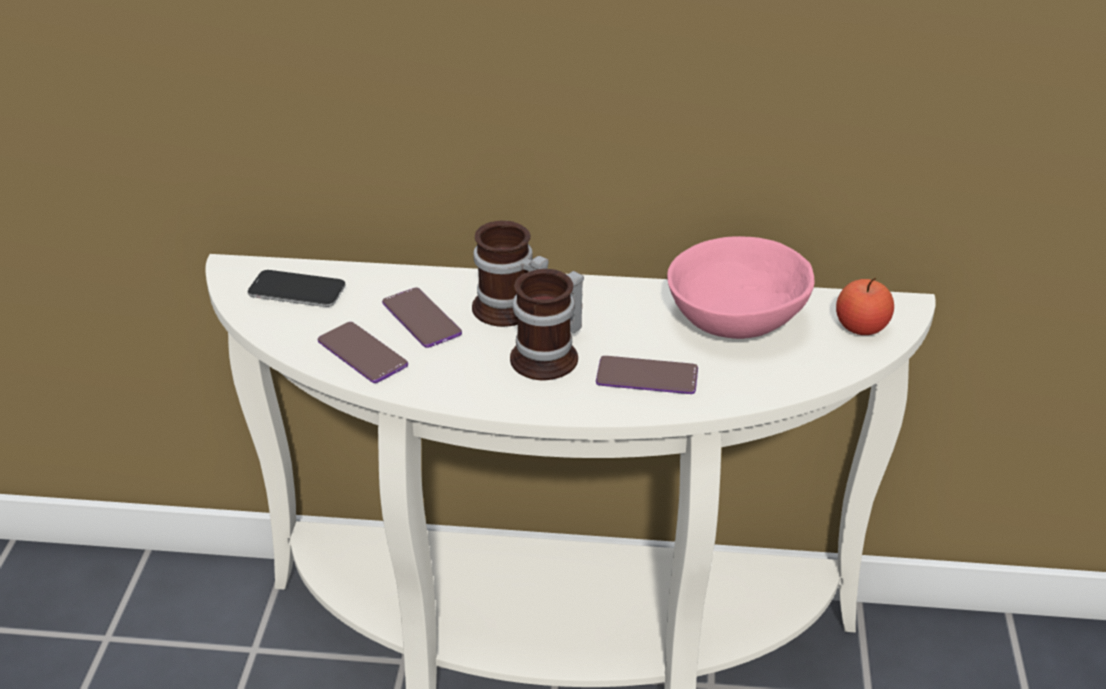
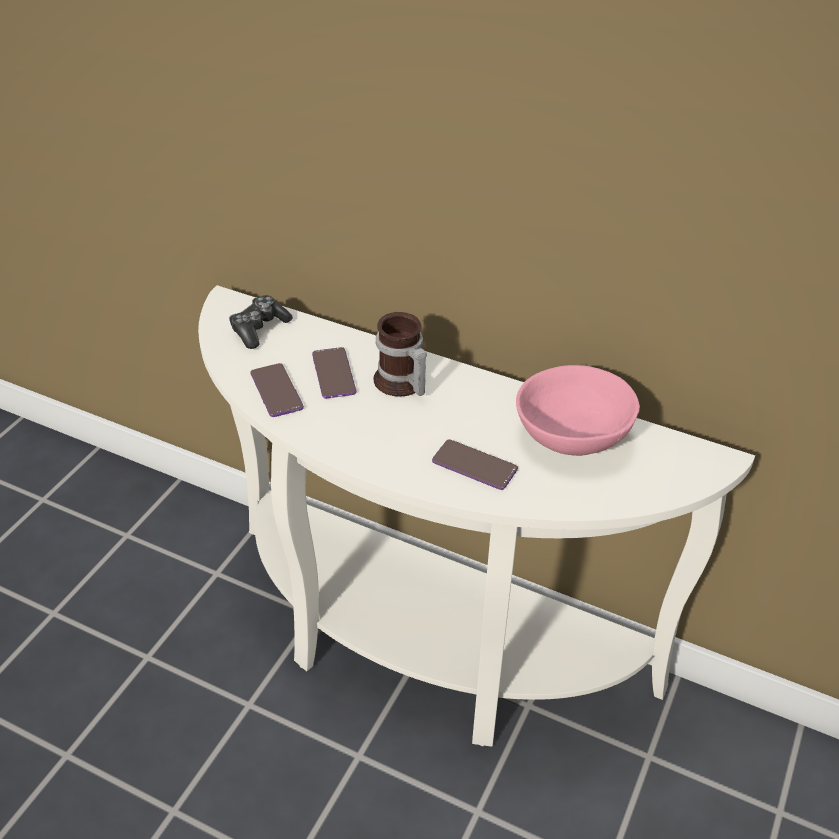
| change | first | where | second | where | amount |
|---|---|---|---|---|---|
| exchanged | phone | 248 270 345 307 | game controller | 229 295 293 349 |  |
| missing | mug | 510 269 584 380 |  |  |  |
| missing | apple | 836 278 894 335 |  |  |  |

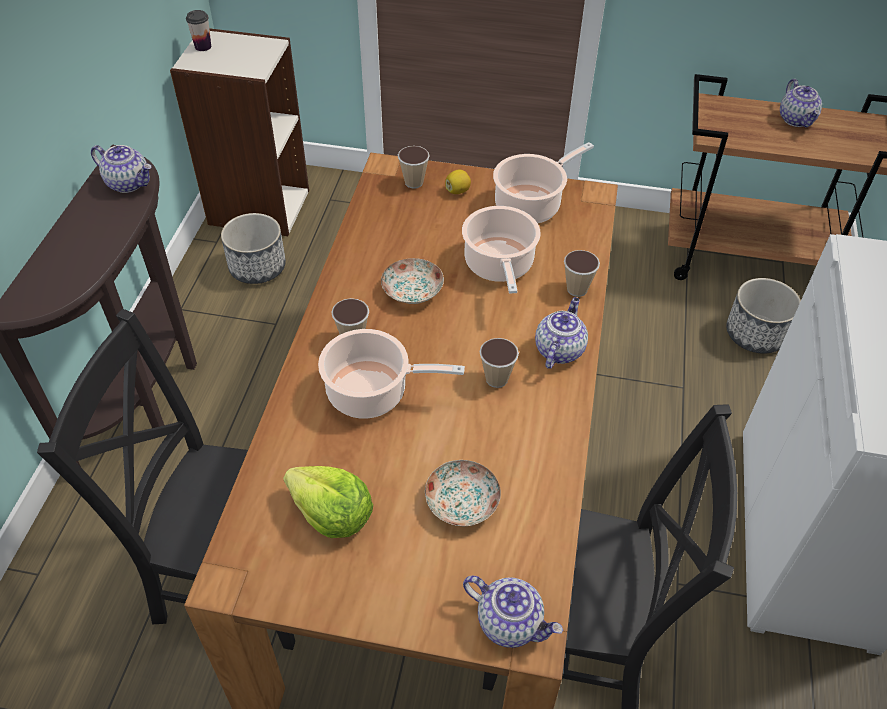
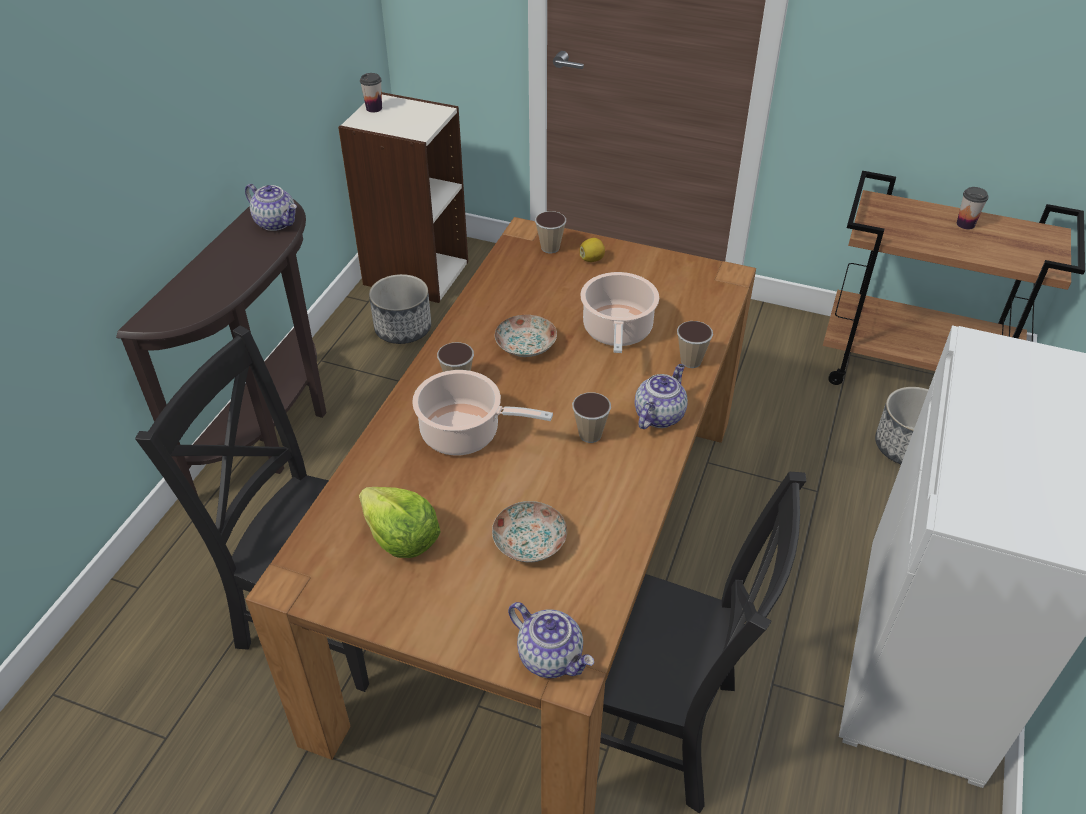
| change | first | where | second | where | amount |
|---|---|---|---|---|---|
| missing | cooking pot | 493 142 594 223 |  |  |  |
| exchanged | teapot | 780 79 822 128 | cup | 957 187 989 230 |  |

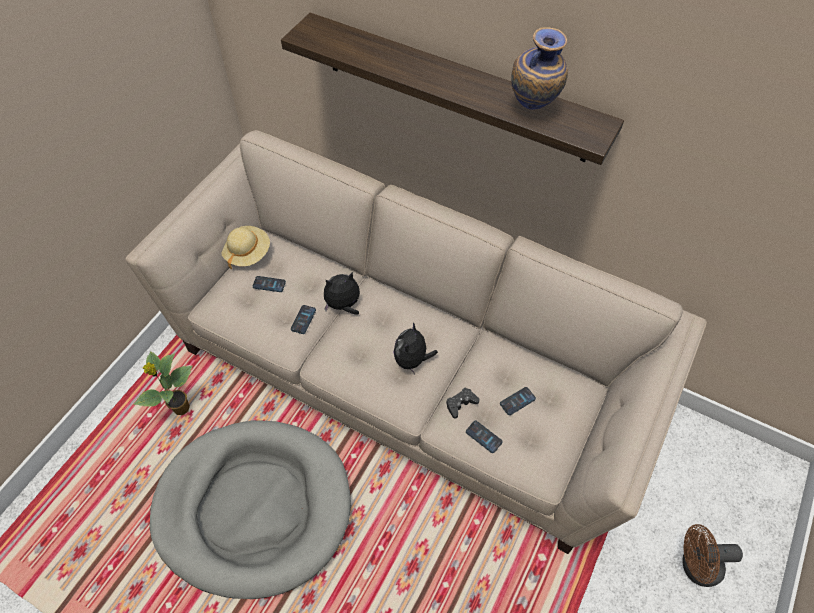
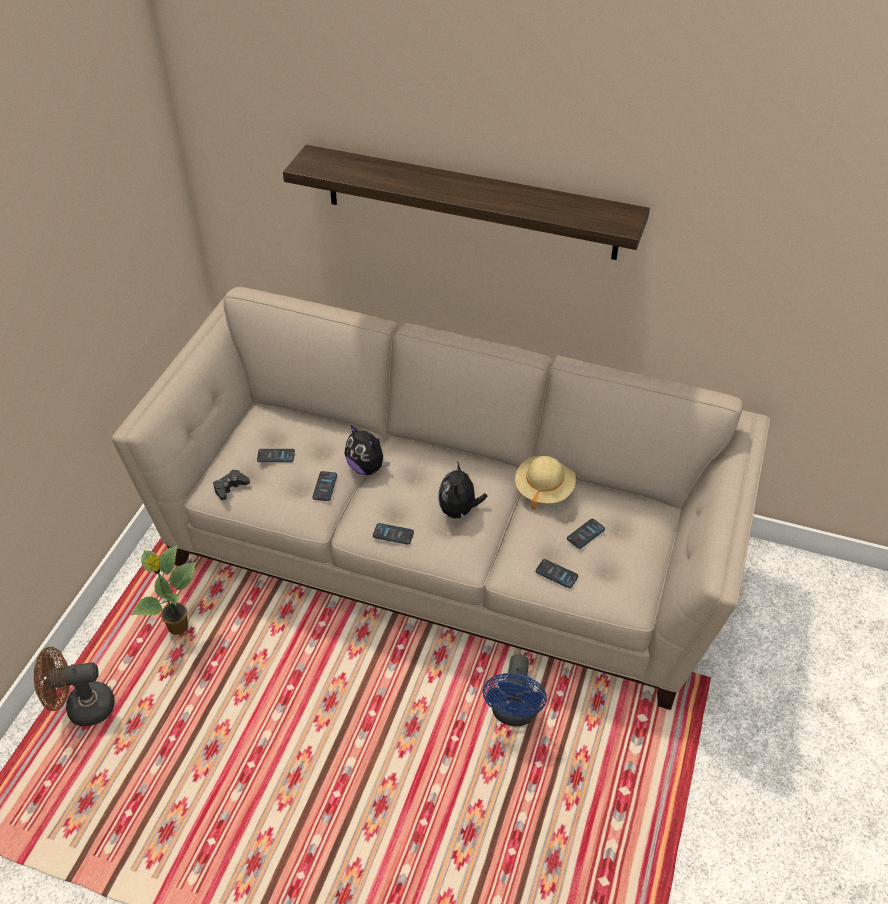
| change | first | where | second | where | amount |
|---|---|---|---|---|---|
| missing | dog bed/grey | 150 420 351 599 |  |  |  |
| relocated | hat/beige | 221 226 270 270 |  | 515 456 576 510 |  |
| spun | plush toy | 324 272 360 315 |  | 344 424 390 475 | 105 degrees counterclockwise |
| relocated | game controller/black | 446 388 480 419 |  | 213 470 250 500 |  |
| missing | vase | 511 27 568 110 |  |  |  |
| relocated | fan/brown | 682 524 743 587 |  | 34 647 115 726 |  |
| appeared |  |  | phone | 373 523 414 545 |  |
| appeared |  |  | fan/blue | 483 654 547 726 |  |

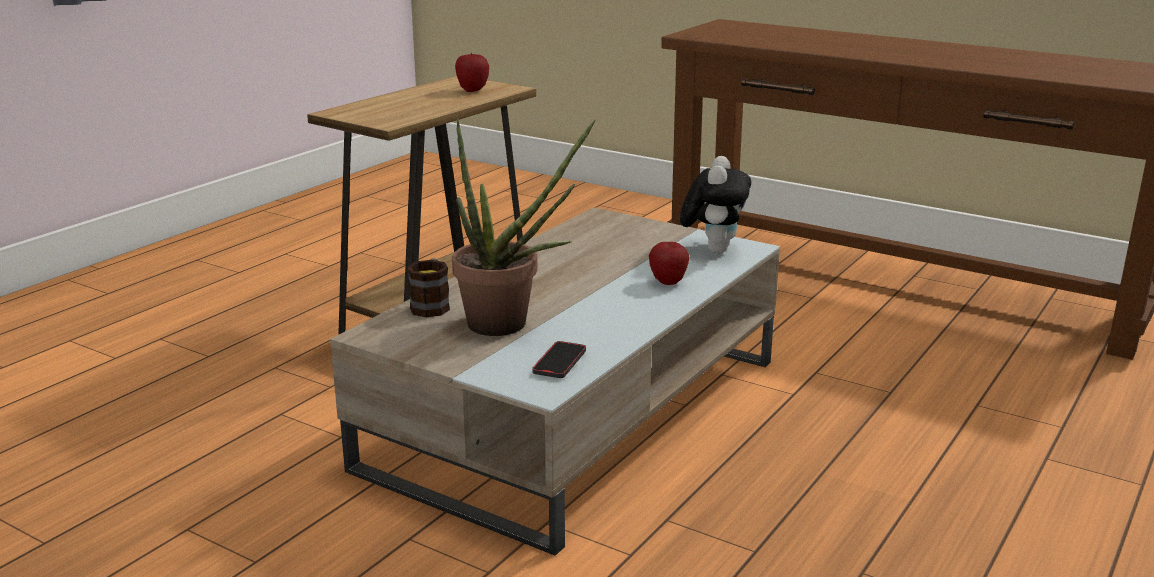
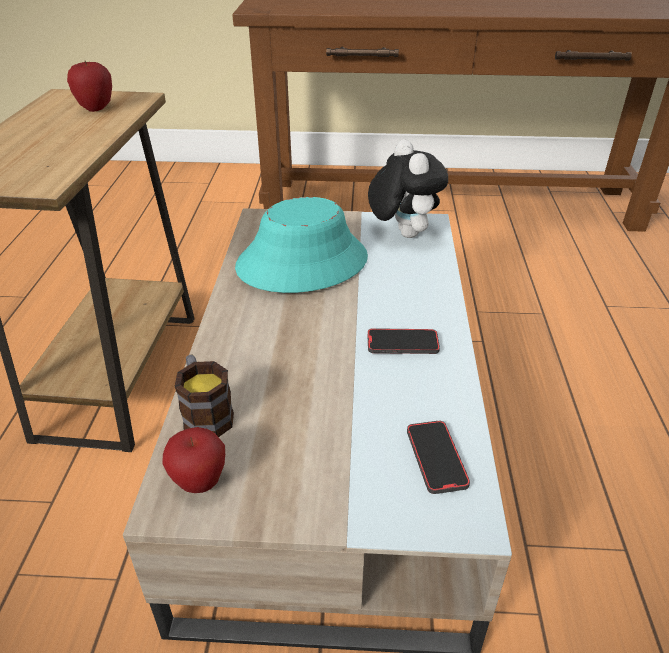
| change | first | where | second | where | amount |
|---|---|---|---|---|---|
| missing | potted plant | 452 116 595 336 |  |  |  |
| relocated | apple | 649 242 690 285 |  | 162 427 225 493 |  |
| appeared |  |  | hat/turquoise | 235 197 368 293 |  |
| appeared |  |  | phone | 368 328 440 354 |  |

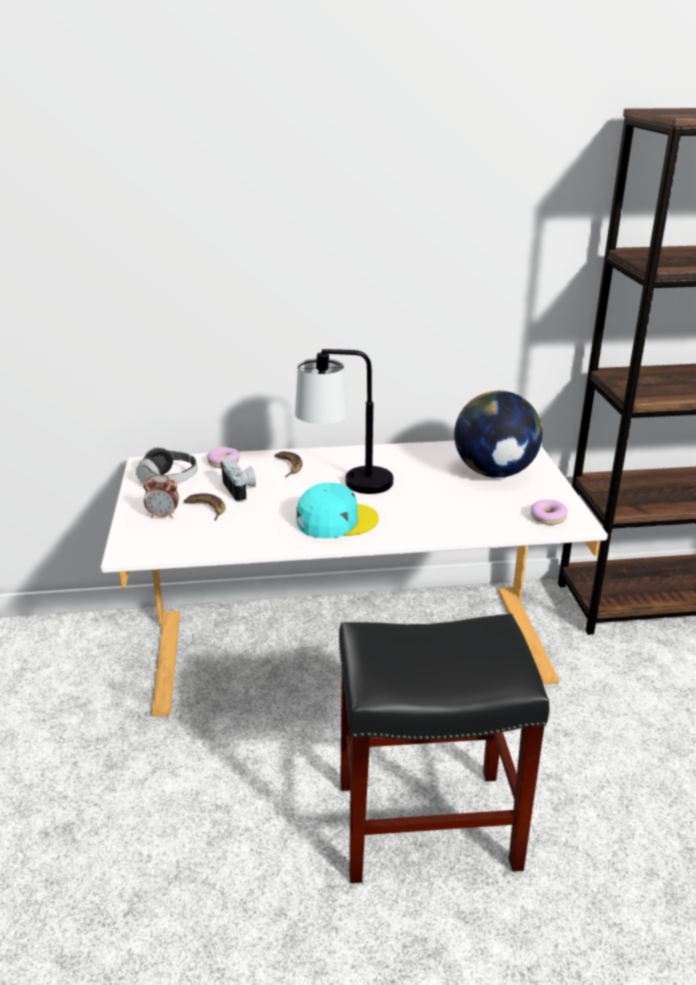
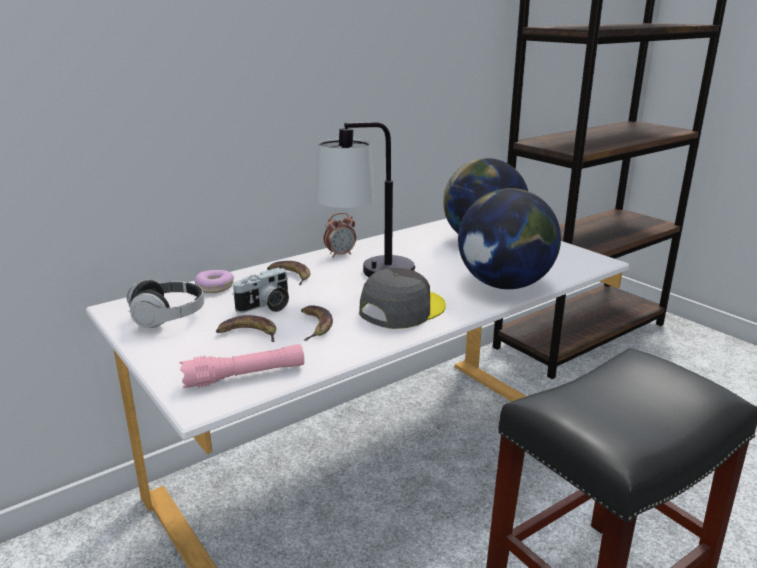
| change | first | where | second | where | amount |
|---|---|---|---|---|---|
| relocated | alarm clock | 143 475 179 518 |  | 324 213 356 258 |  |
| spun | photo camera | 221 458 256 502 |  | 232 267 289 313 | 105 degrees clockwise |
| colour | cap/turquoise | 296 483 379 538 | cap/grey | 359 268 446 329 |  |
| missing | donut | 531 500 568 525 |  |  |  |
| appeared |  |  | flashlight/pink | 179 344 304 388 |  |
| appeared |  |  | banana | 301 305 333 341 |  |
| appeared |  |  | globe | 458 188 561 289 |  |

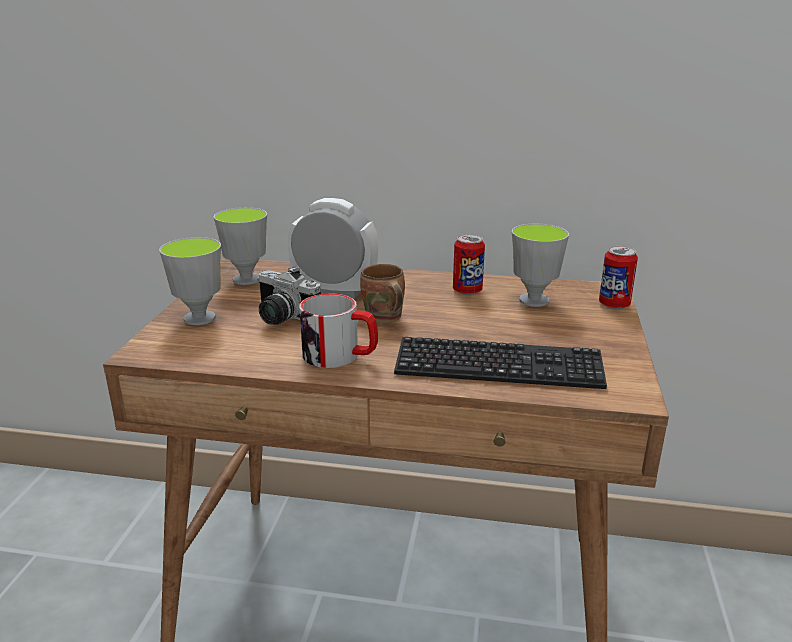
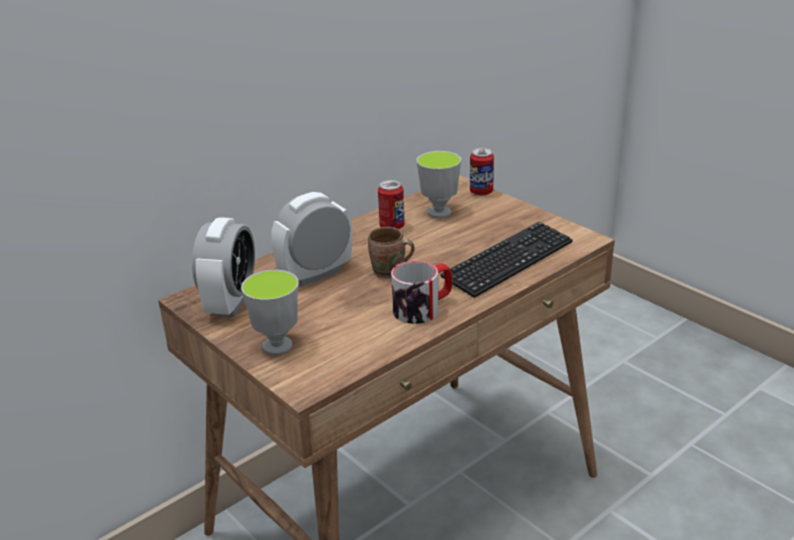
| change | first | where | second | where | amount |
|---|---|---|---|---|---|
| exchanged | cup | 214 207 267 285 | alarm clock | 192 217 255 317 |  |
| missing | photo camera | 257 266 321 325 |  |  |  |

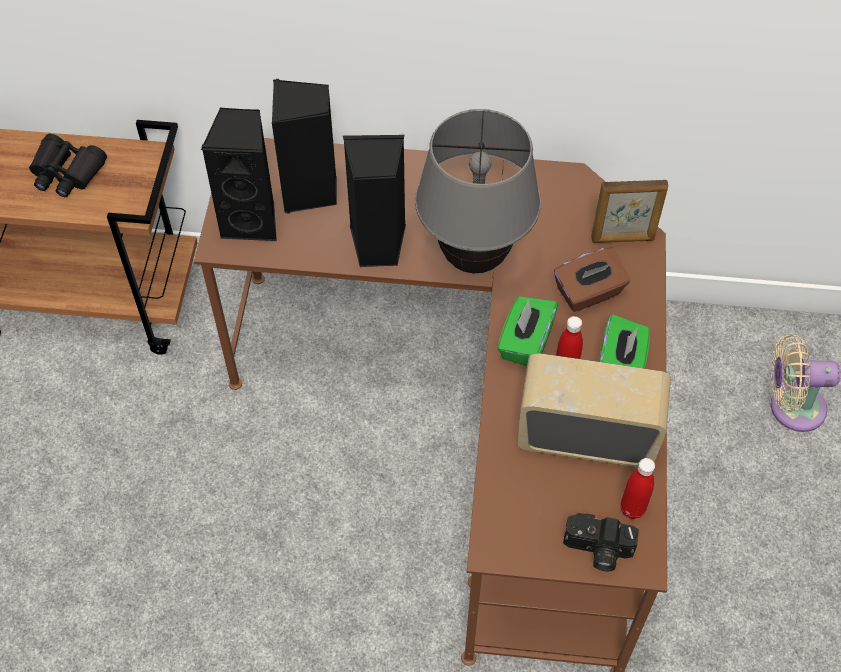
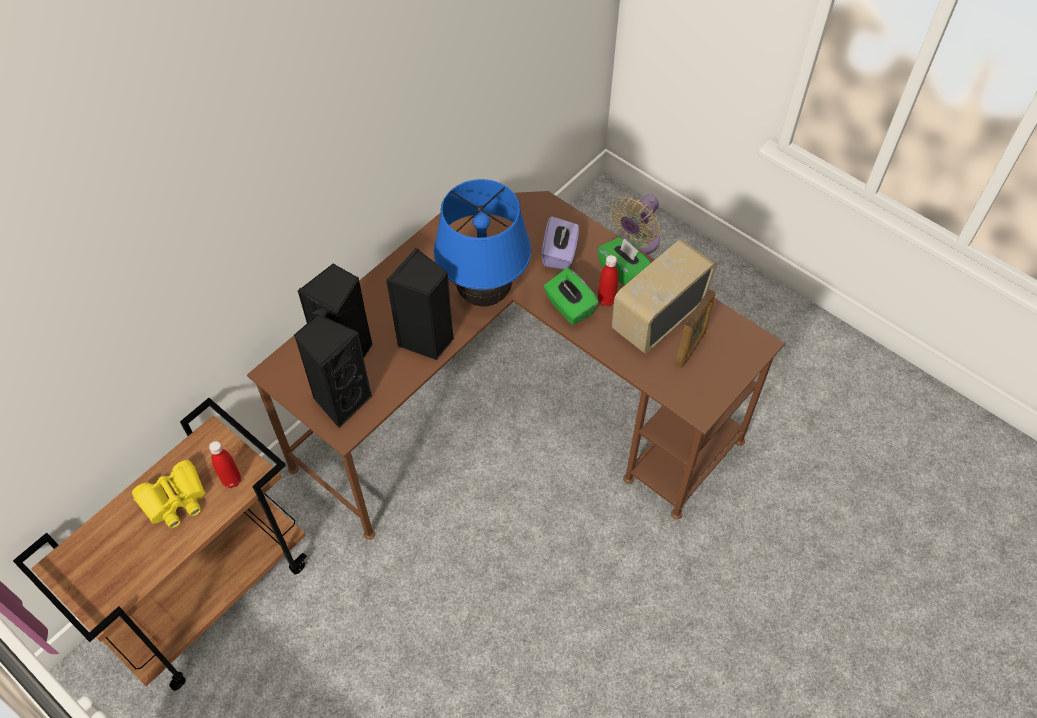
| change | first | where | second | where | amount |
|---|---|---|---|---|---|
| colour | binoculars/black | 29 134 107 197 | binoculars/yellow | 132 460 205 528 |  |
| colour | table lamp/grey | 415 109 541 273 | table lamp/blue | 434 179 531 307 |  |
| colour | tissue box/brown | 554 247 630 312 | tissue box/purple | 541 216 579 269 |  |
| missing | photo camera | 563 513 639 571 |  |  |  |
| relocated | picture frame | 591 180 668 243 |  | 675 289 715 368 |  |
| relocated | bottle/red | 621 458 655 519 |  | 209 441 241 488 |  |

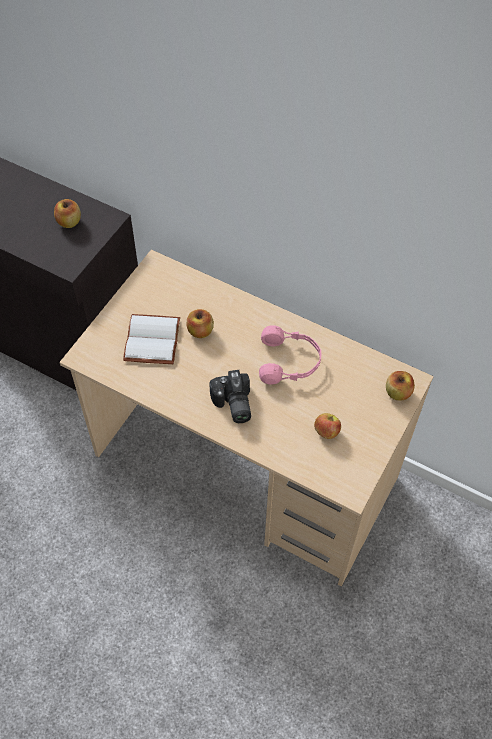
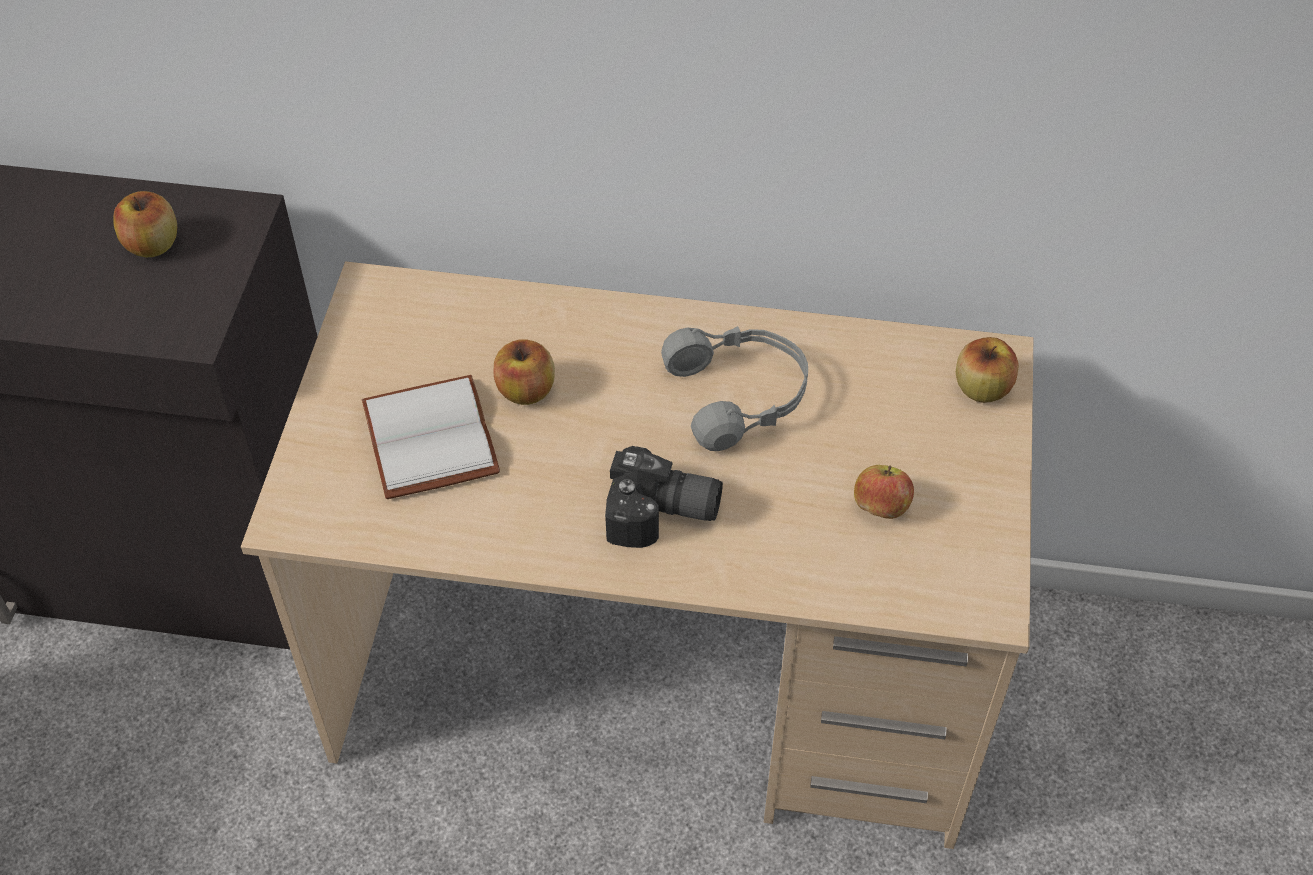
| change | first | where | second | where | amount |
|---|---|---|---|---|---|
| spun | photo camera | 209 370 251 423 |  | 605 446 723 548 | 45 degrees counterclockwise |
| colour | headphones/pink | 259 325 322 385 | headphones/grey | 661 326 808 451 |  |

